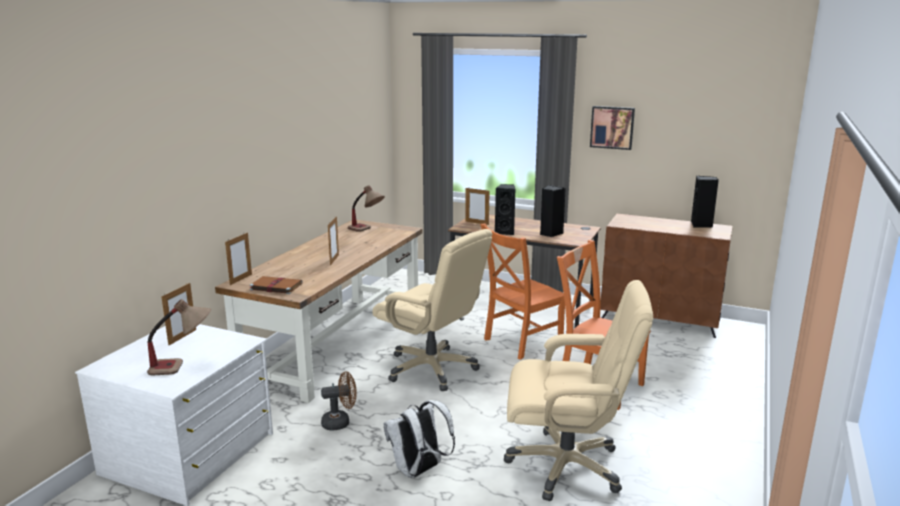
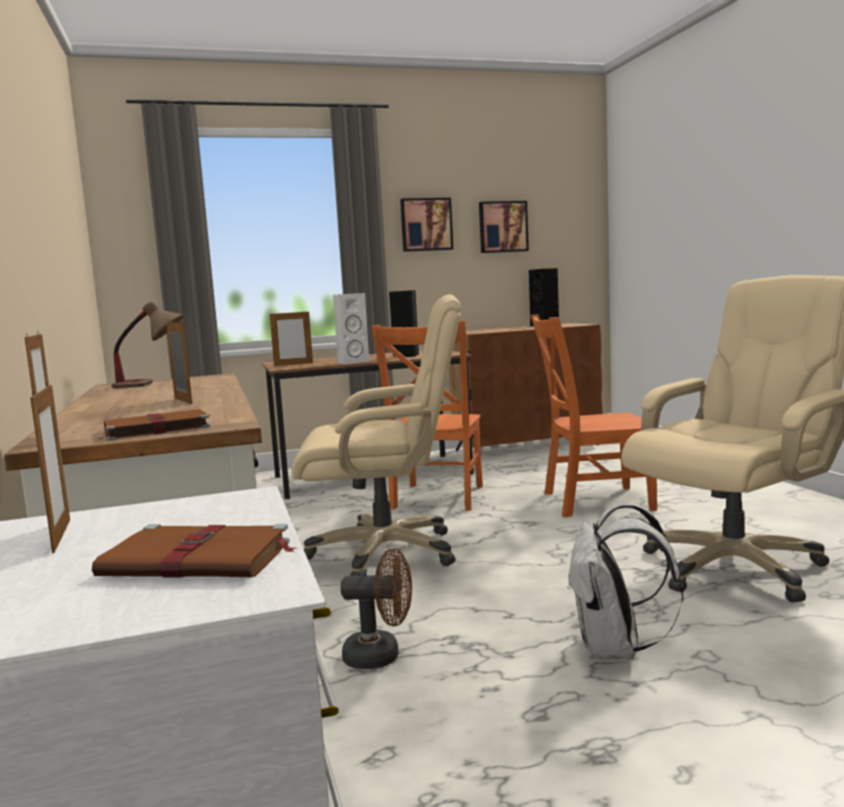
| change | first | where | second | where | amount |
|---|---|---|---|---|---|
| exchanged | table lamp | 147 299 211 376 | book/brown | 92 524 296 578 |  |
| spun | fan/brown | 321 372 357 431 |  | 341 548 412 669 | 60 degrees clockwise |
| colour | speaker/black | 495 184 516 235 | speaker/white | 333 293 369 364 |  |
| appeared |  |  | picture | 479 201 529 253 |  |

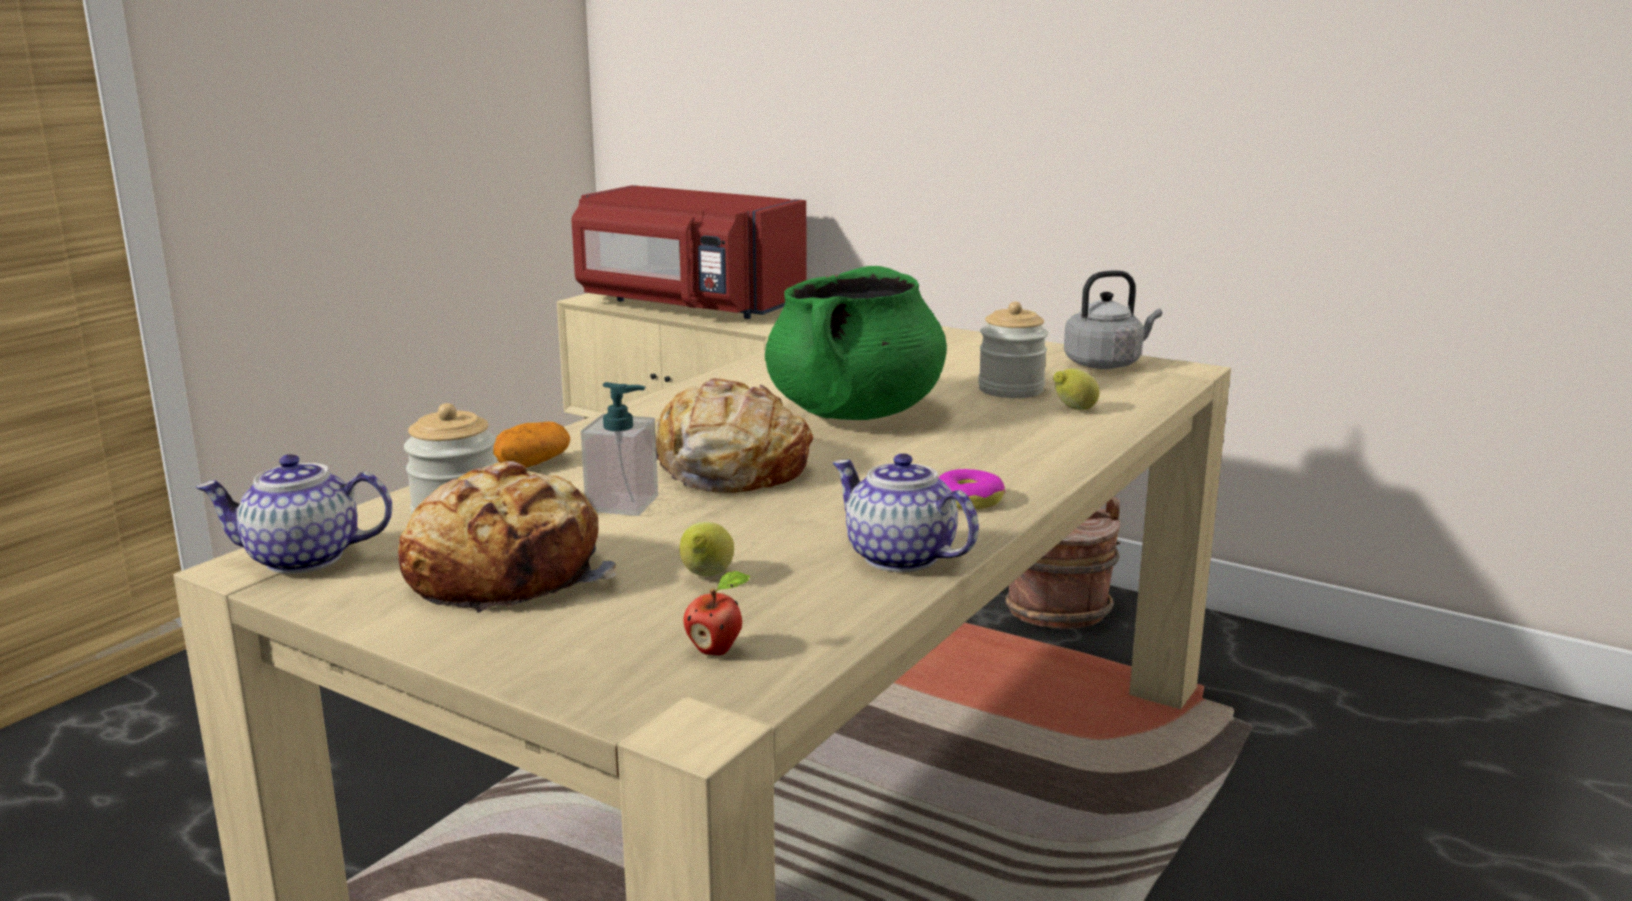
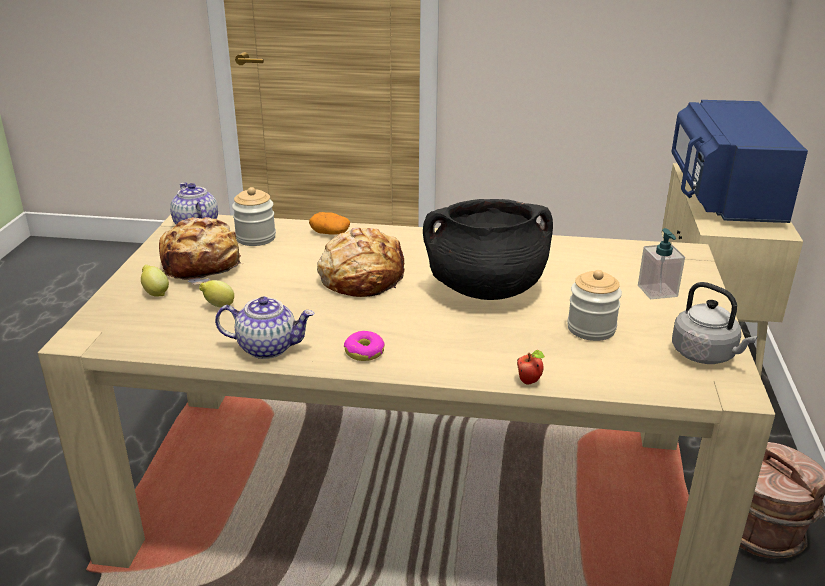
| change | first | where | second | where | amount |
|---|---|---|---|---|---|
| colour | microwave/red | 571 185 807 319 | microwave/blue | 672 100 808 223 |  |
| relocated | soap dispenser | 581 382 658 516 |  | 638 228 685 299 |  |
| relocated | apple | 684 571 750 655 |  | 517 350 545 385 |  |
| colour | cooking pot/green | 765 266 947 420 | cooking pot/black | 423 199 553 300 |  |
| spun | teapot | 833 453 979 572 |  | 215 296 314 359 | 75 degrees clockwise |
| relocated | lemon | 1053 368 1099 410 |  | 141 265 169 297 |  |

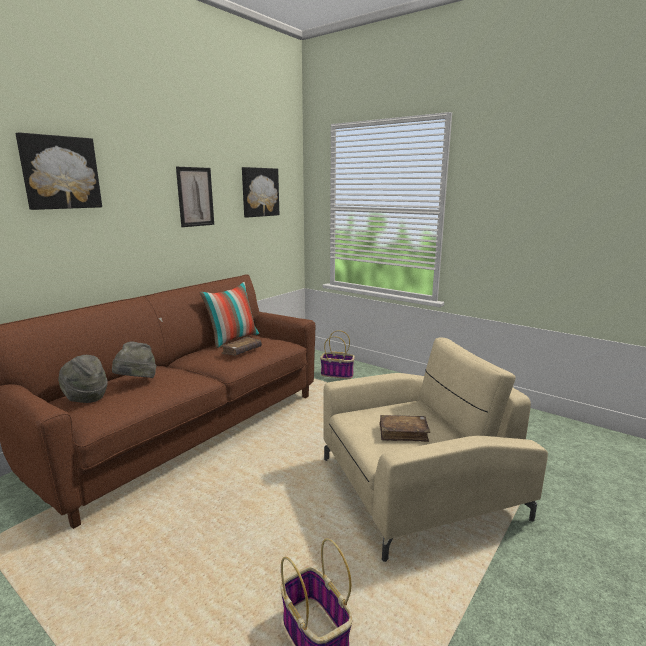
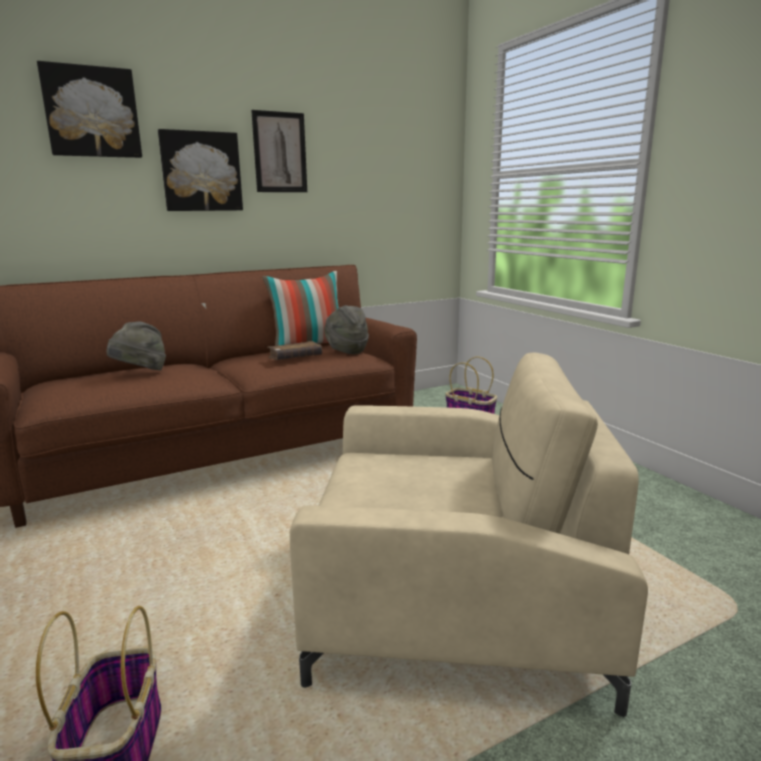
| change | first | where | second | where | amount |
|---|---|---|---|---|---|
| relocated | hat/grey | 58 355 108 403 |  | 324 305 369 354 |  |
| relocated | picture | 242 167 279 217 |  | 158 129 243 211 |  |
| missing | book/brown | 379 415 430 442 |  |  |  |

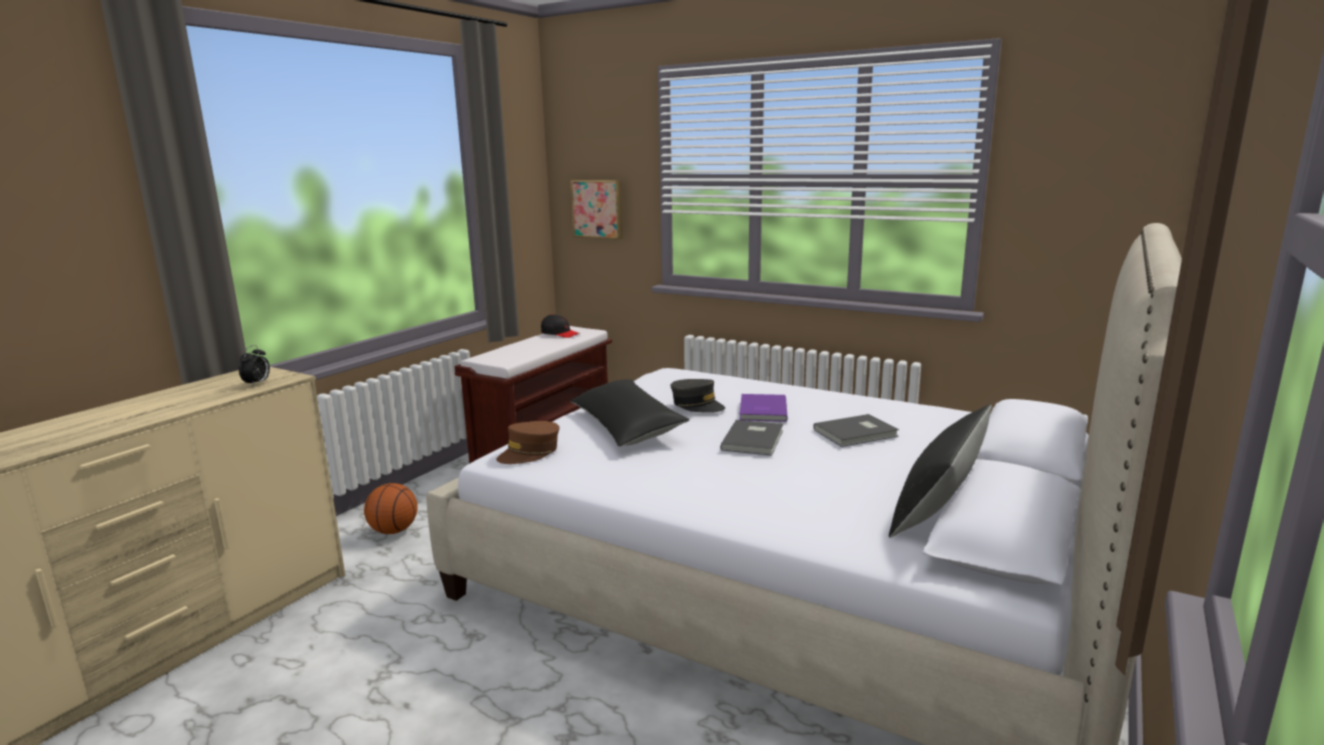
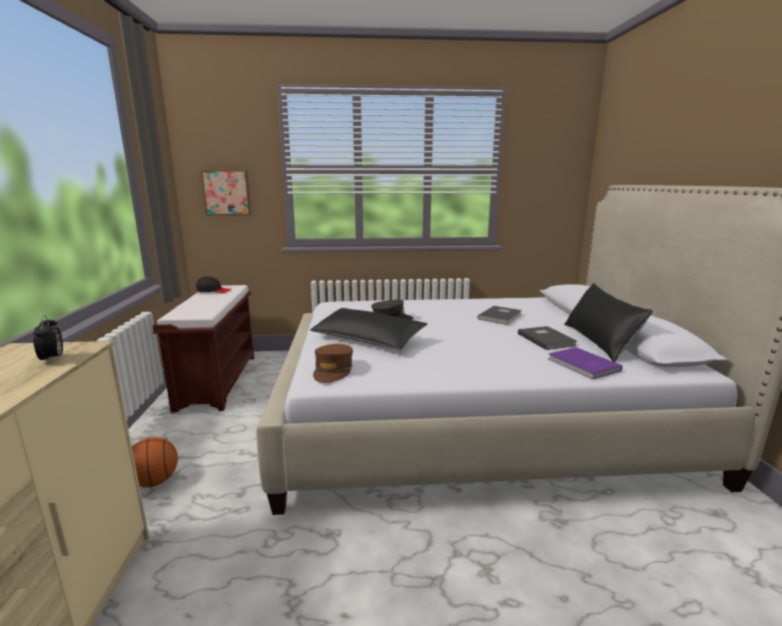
| change | first | where | second | where | amount |
|---|---|---|---|---|---|
| relocated | book/grey | 720 420 783 456 |  | 518 326 578 350 |  |
| relocated | book/purple | 740 394 788 422 |  | 548 347 622 379 |  |

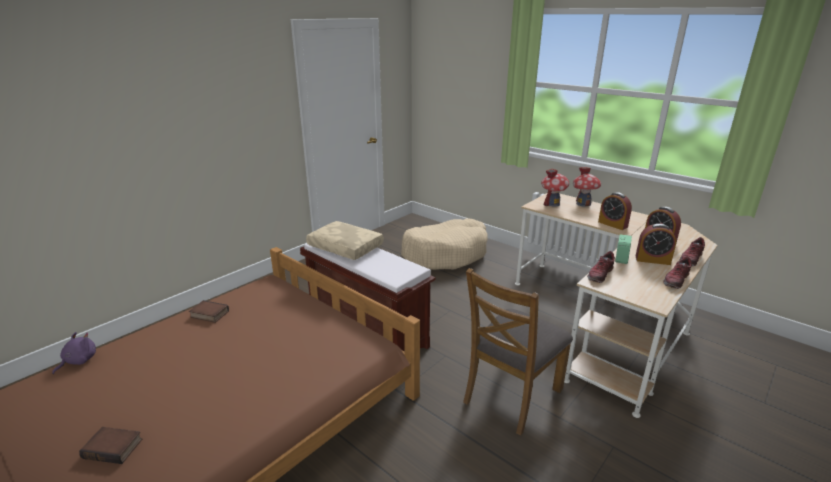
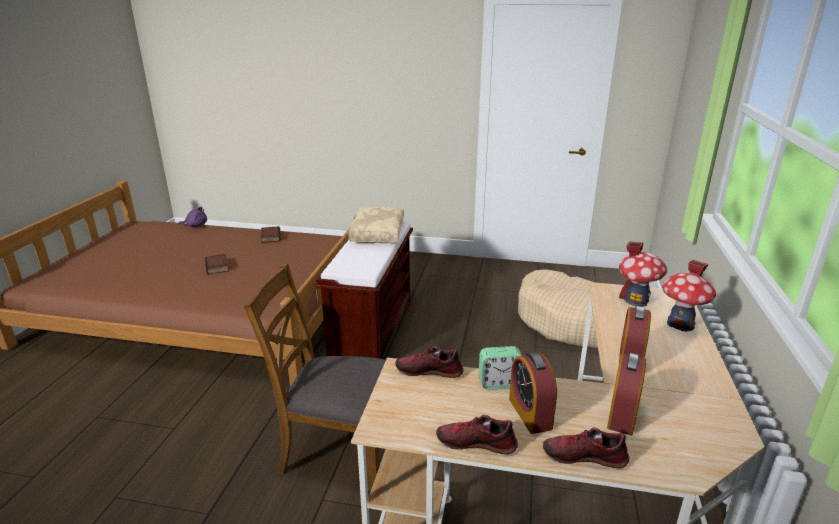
| change | first | where | second | where | amount |
|---|---|---|---|---|---|
| relocated | book | 79 427 143 464 |  | 205 254 229 275 |  |

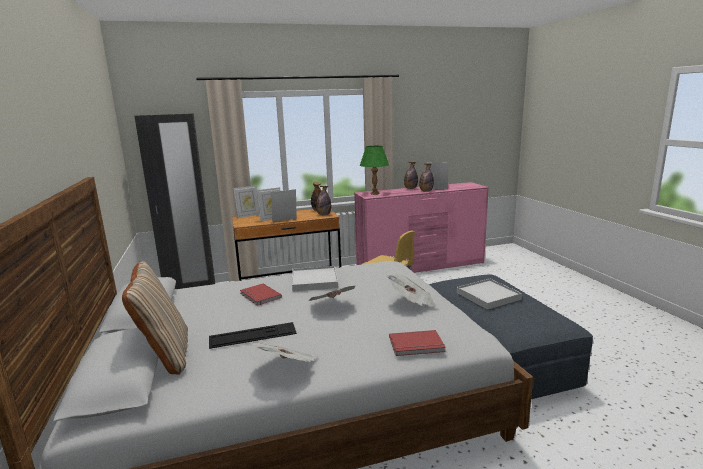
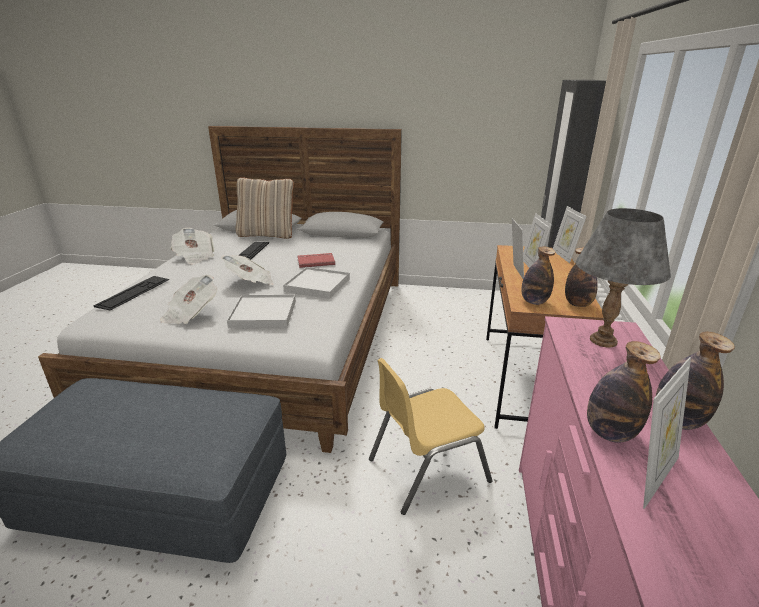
| change | first | where | second | where | amount |
|---|---|---|---|---|---|
| colour | table lamp/green | 360 146 389 195 | table lamp/grey | 576 208 671 347 |  |
| exchanged | book/red | 389 330 446 356 | keyboard | 93 276 169 310 |  |
| relocated | tray/white | 457 279 522 310 |  | 227 294 296 328 |  |

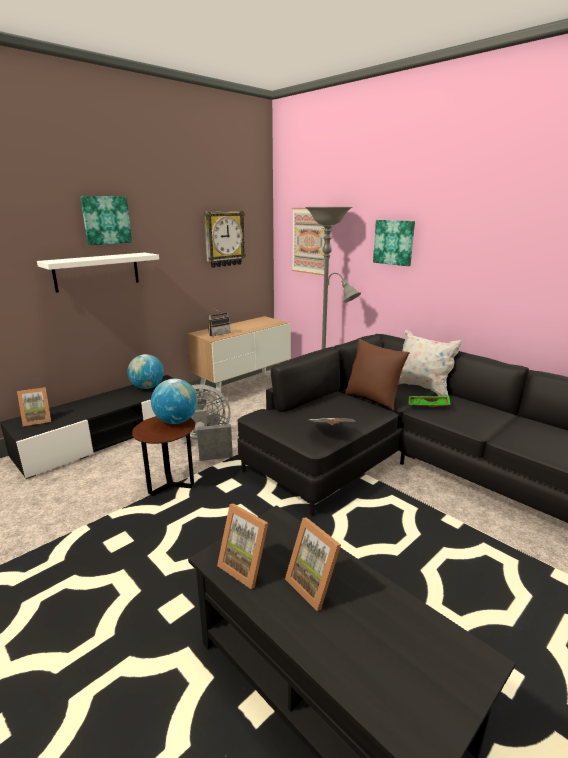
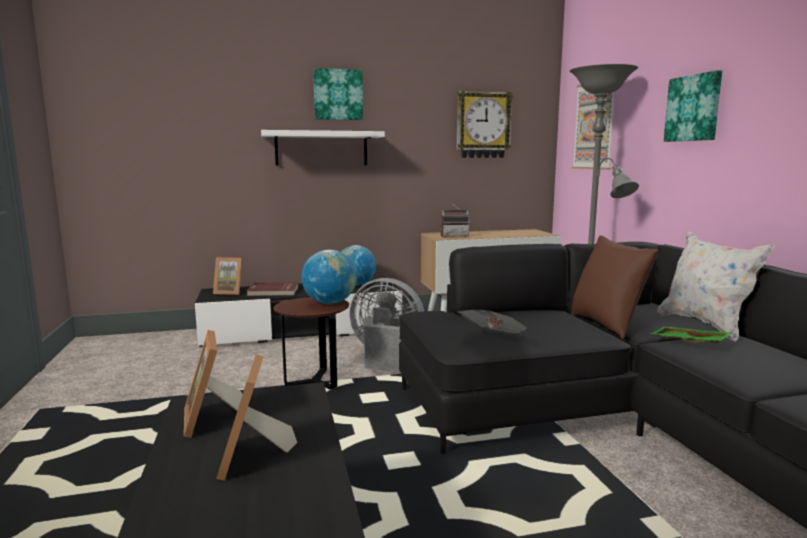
| change | first | where | second | where | amount |
|---|---|---|---|---|---|
| appeared |  |  | book/red | 247 282 299 296 |  |

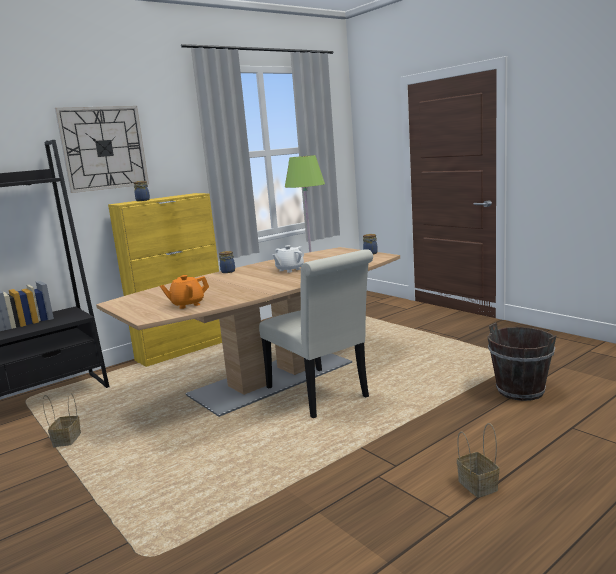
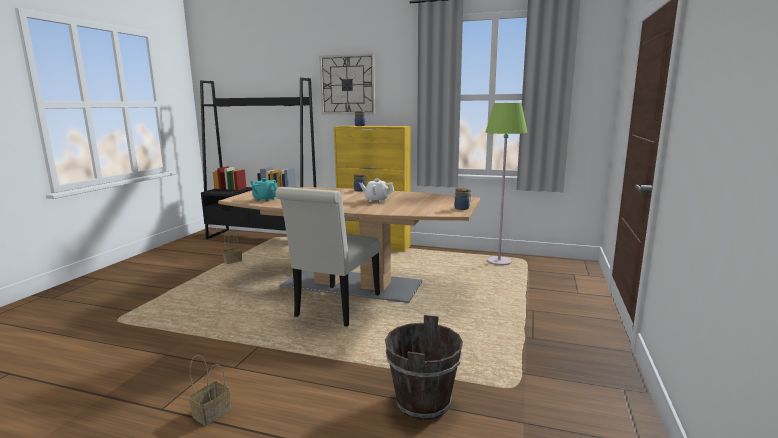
| change | first | where | second | where | amount |
|---|---|---|---|---|---|
| colour | teapot/orange | 160 275 209 309 | teapot/turquoise | 250 178 278 202 |  |

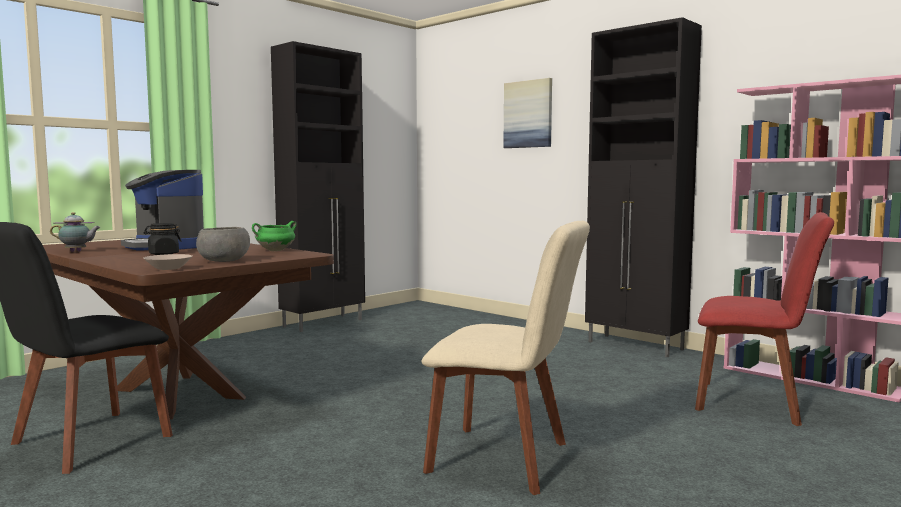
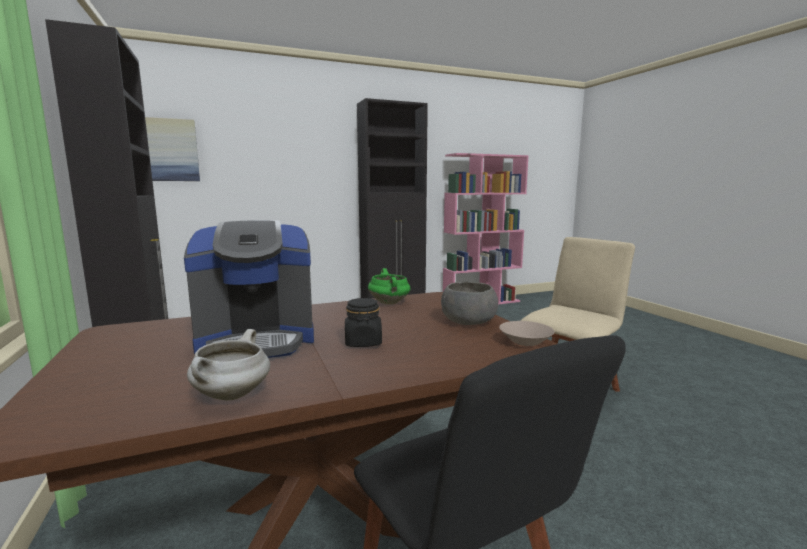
| change | first | where | second | where | amount |
|---|---|---|---|---|---|
| exchanged | teapot | 50 212 101 252 | cooking pot/white | 187 329 270 400 |  |
| relocated | picture | 503 78 552 148 |  | 145 117 200 181 |  |
| missing | chair/red | 695 212 834 426 |  |  |  |

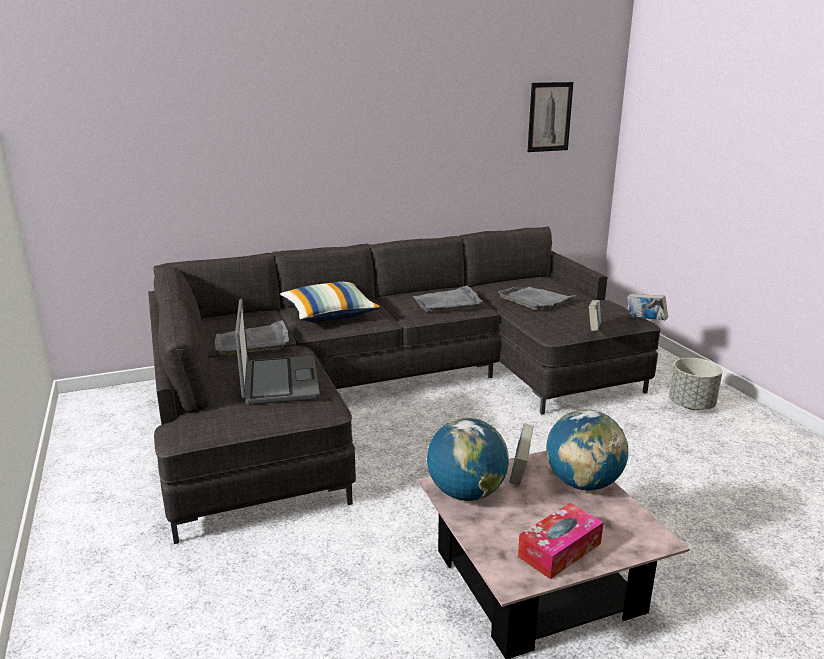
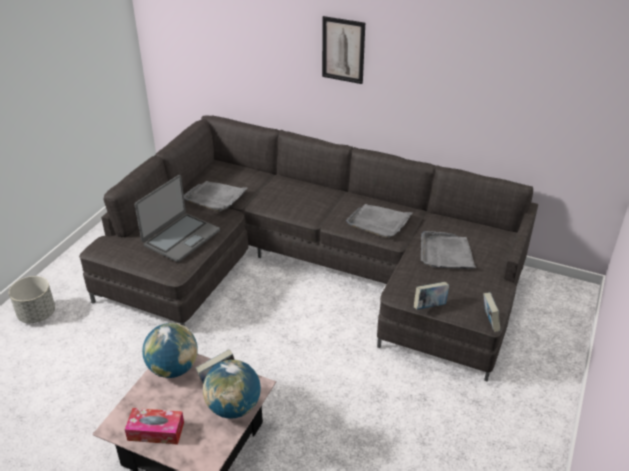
| change | first | where | second | where | amount |
|---|---|---|---|---|---|
| missing | pillow | 280 282 381 322 |  |  |  |
| relocated | picture | 527 82 573 152 |  | 322 16 365 84 |  |
| relocated | planter/grey | 669 358 723 410 |  | 9 276 55 323 |  |

